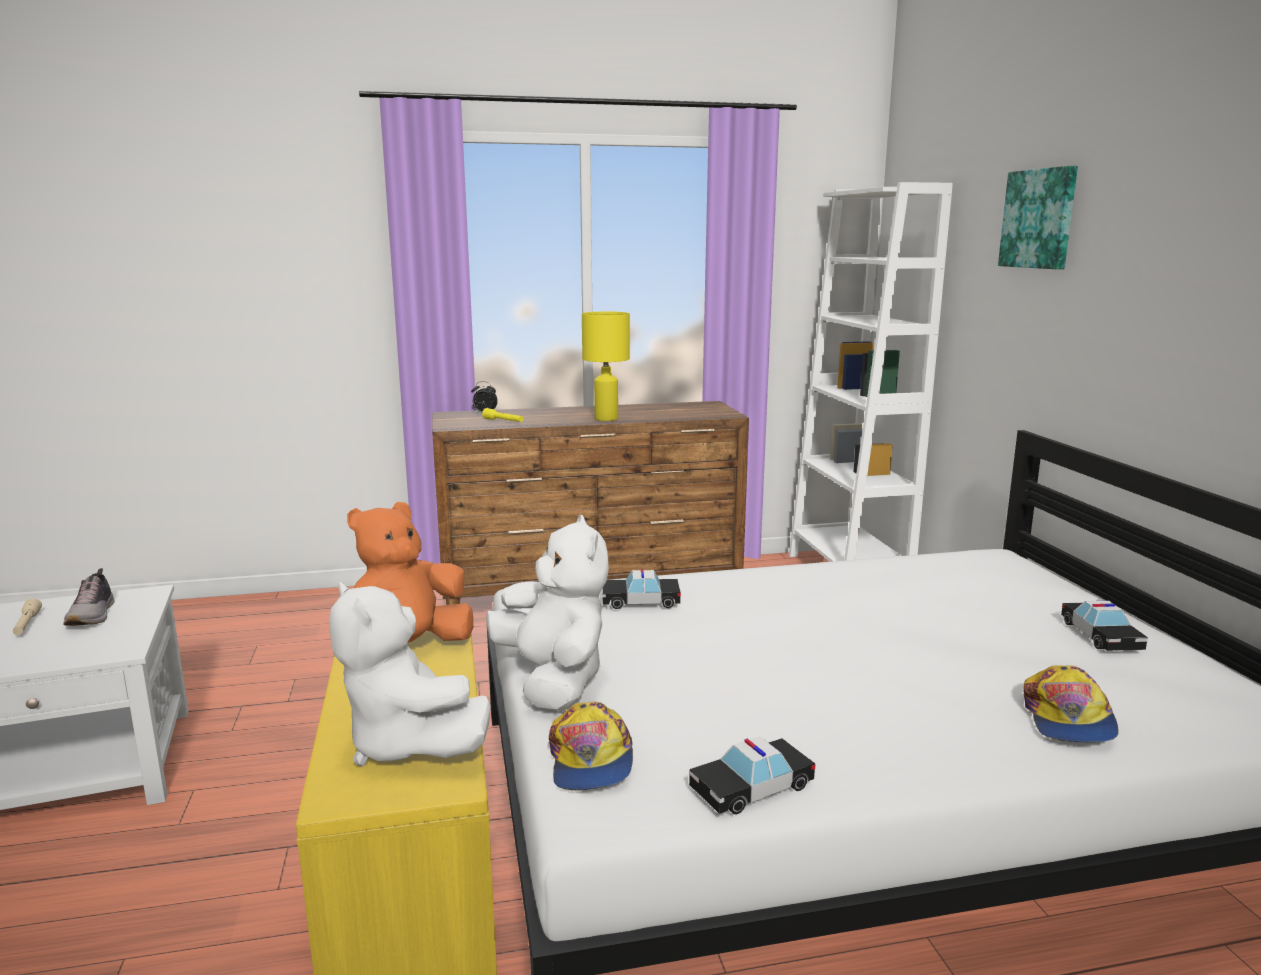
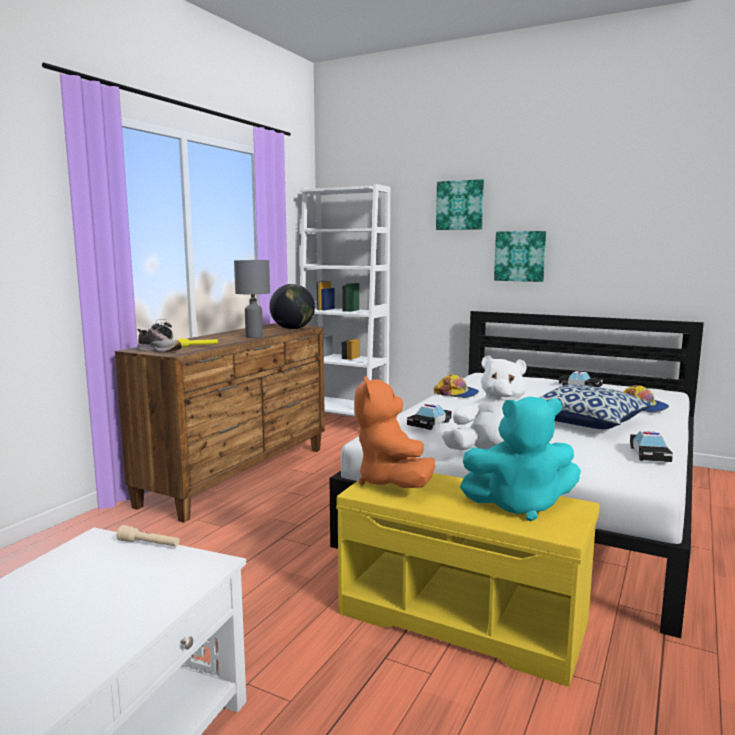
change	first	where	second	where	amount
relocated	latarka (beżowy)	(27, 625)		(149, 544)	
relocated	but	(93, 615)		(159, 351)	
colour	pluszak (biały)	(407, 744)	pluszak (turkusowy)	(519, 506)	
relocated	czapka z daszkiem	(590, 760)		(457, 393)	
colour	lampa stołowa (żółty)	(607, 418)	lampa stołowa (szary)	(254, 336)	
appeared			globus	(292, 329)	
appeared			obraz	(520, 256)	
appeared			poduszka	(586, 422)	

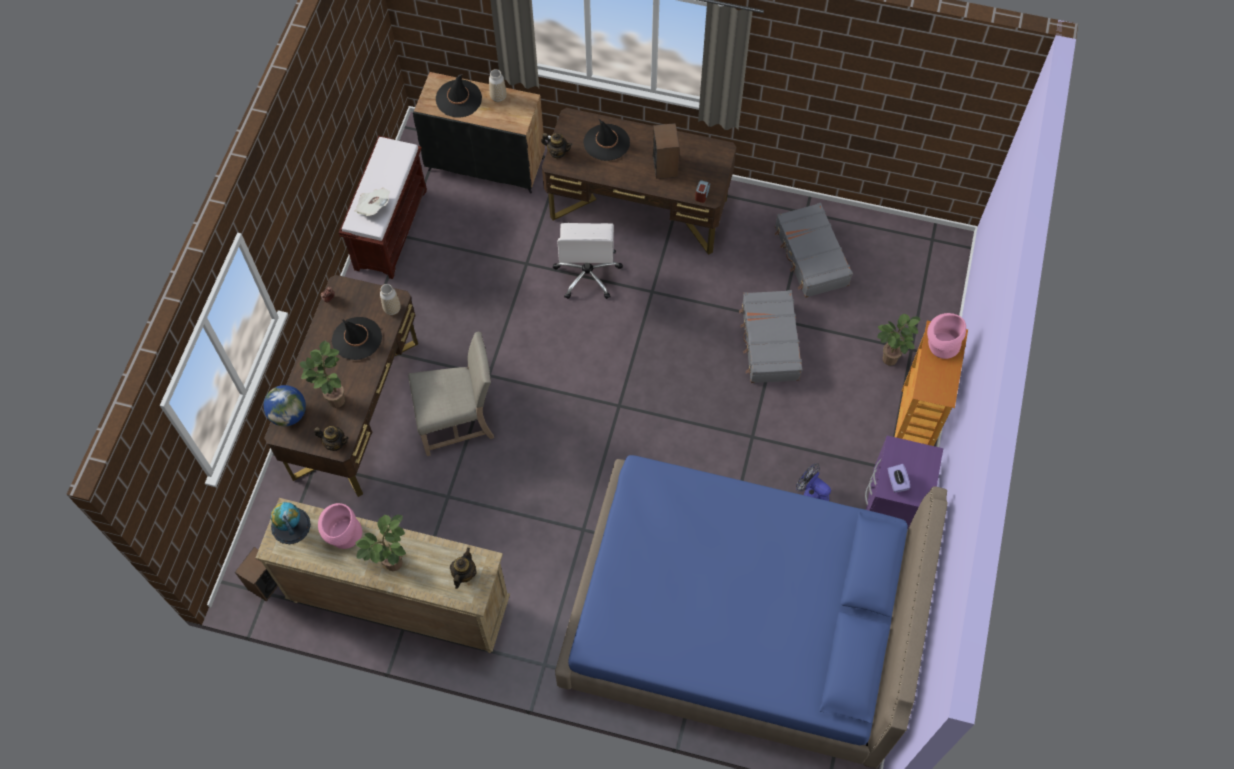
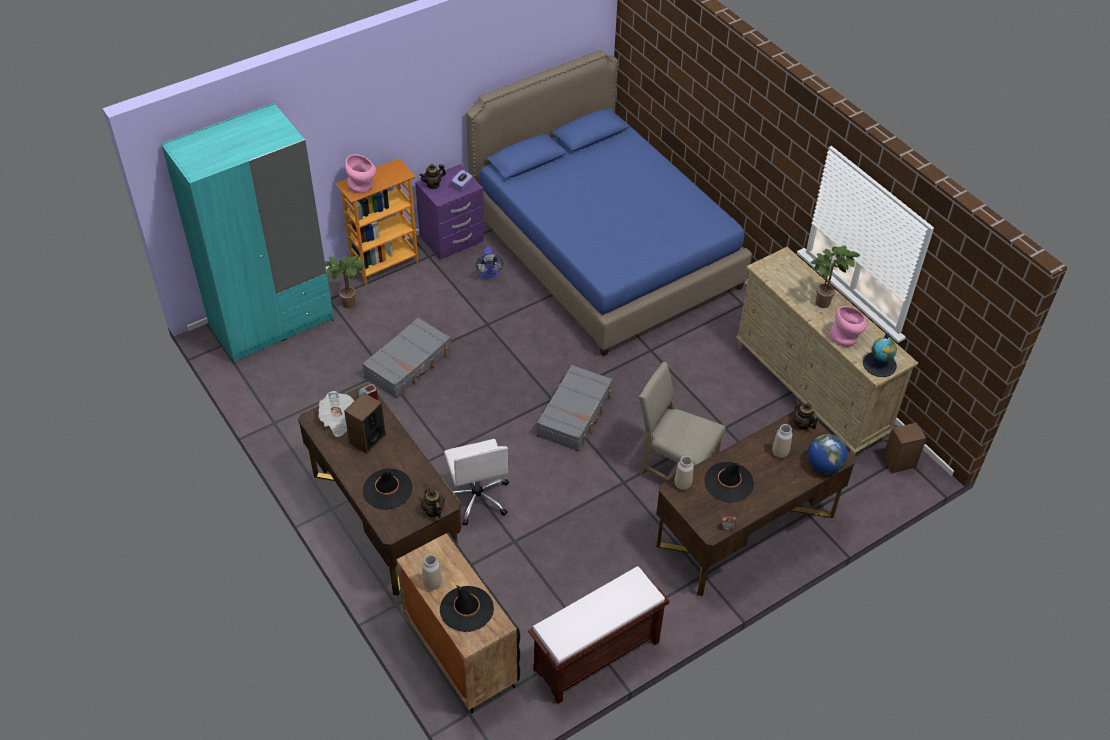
change	first	where	second	where	amount
exchanged	roślina doniczkowa	(334, 398)	wazon	(780, 453)	
relocated	gazeta	(373, 207)		(339, 421)	
relocated	imbryk	(464, 574)		(433, 185)	
spun	krzesło biurowe (biały)	(588, 274)		(477, 498)	120 degrees clockwise
relocated	walizka (szary)	(810, 256)		(575, 414)	
appeared			szafa (turkusowy)	(272, 323)	

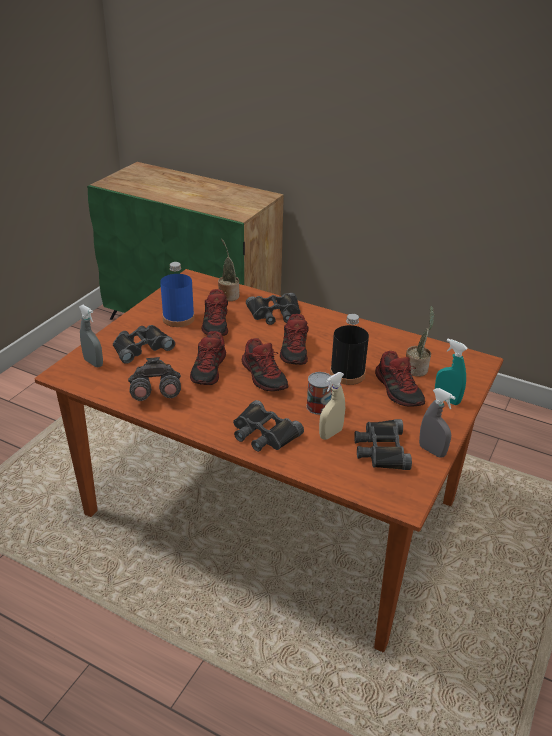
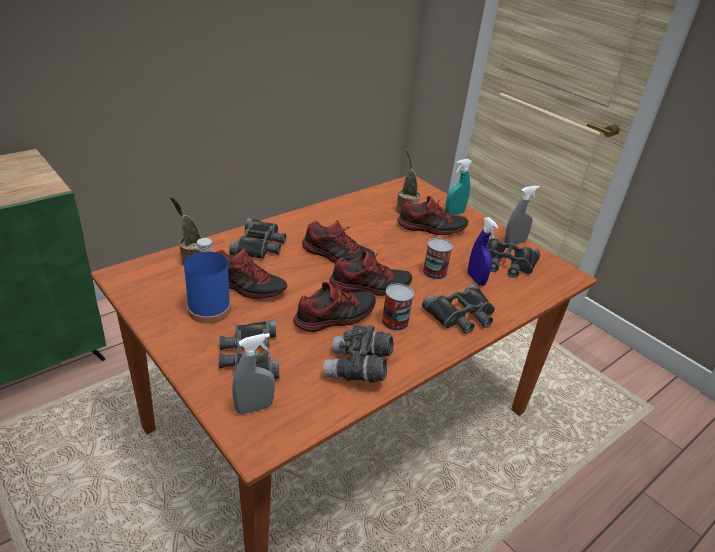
change	first	where	second	where	amount
spun	but	(209, 369)		(334, 317)	60 degrees counterclockwise
colour	spryskiwacz (beżowy)	(330, 434)	spryskiwacz (niebieski)	(476, 279)	
missing	butelka (czarny)	(347, 374)			
appeared			puszka	(395, 322)	

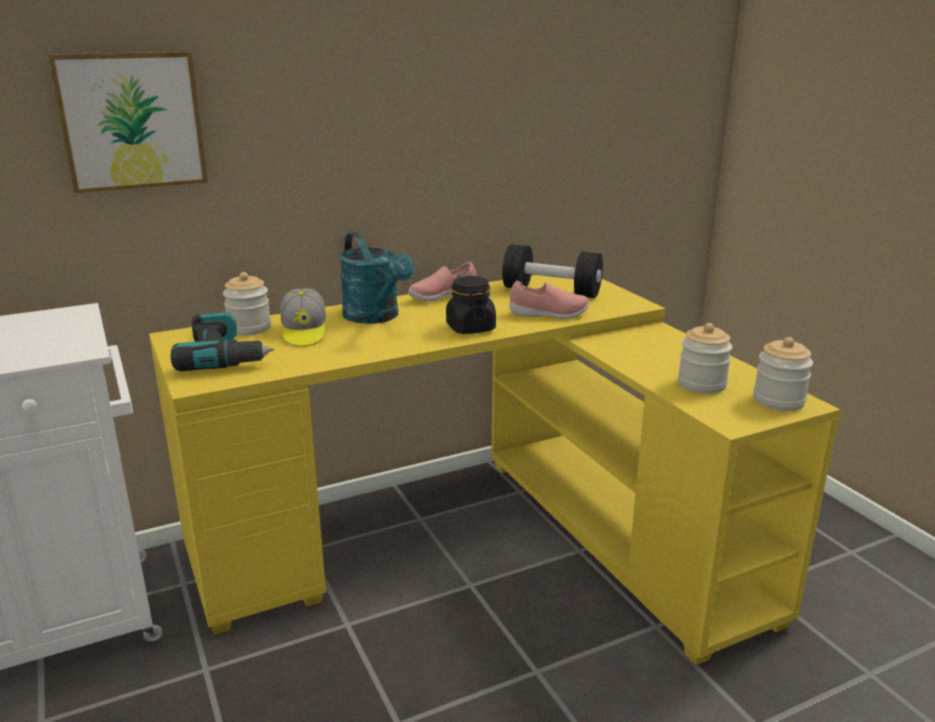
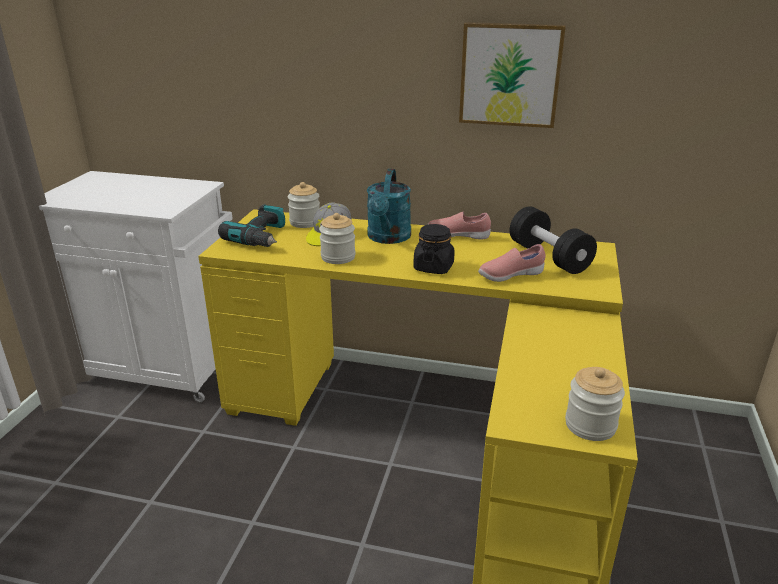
change	first	where	second	where	amount
relocated	obraz	(131, 120)		(510, 74)	
spun	but (różowy)	(548, 314)		(510, 276)	120 degrees clockwise
relocated	słoik	(701, 384)		(338, 257)	

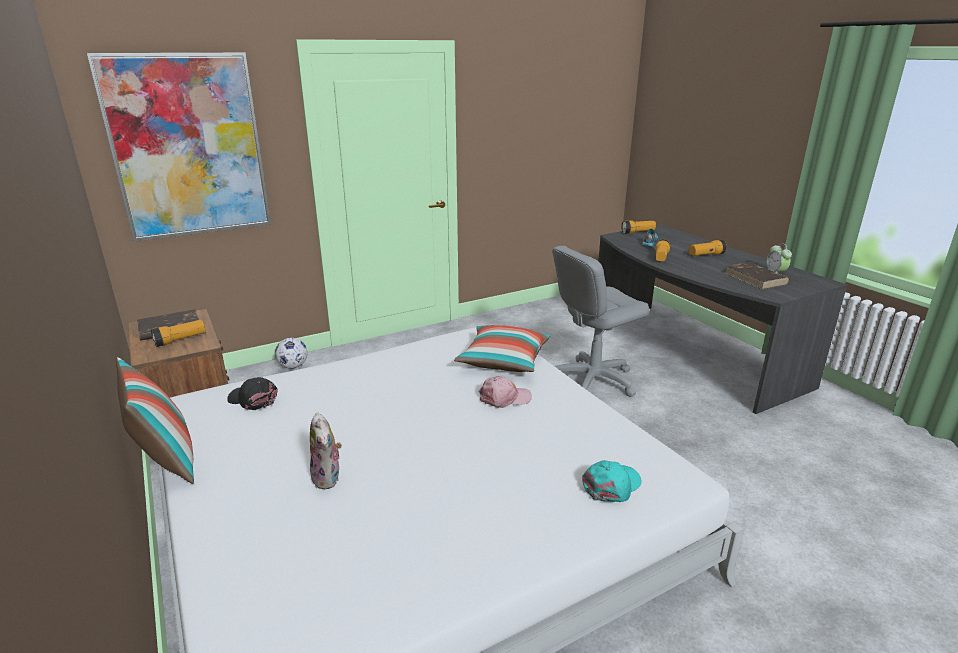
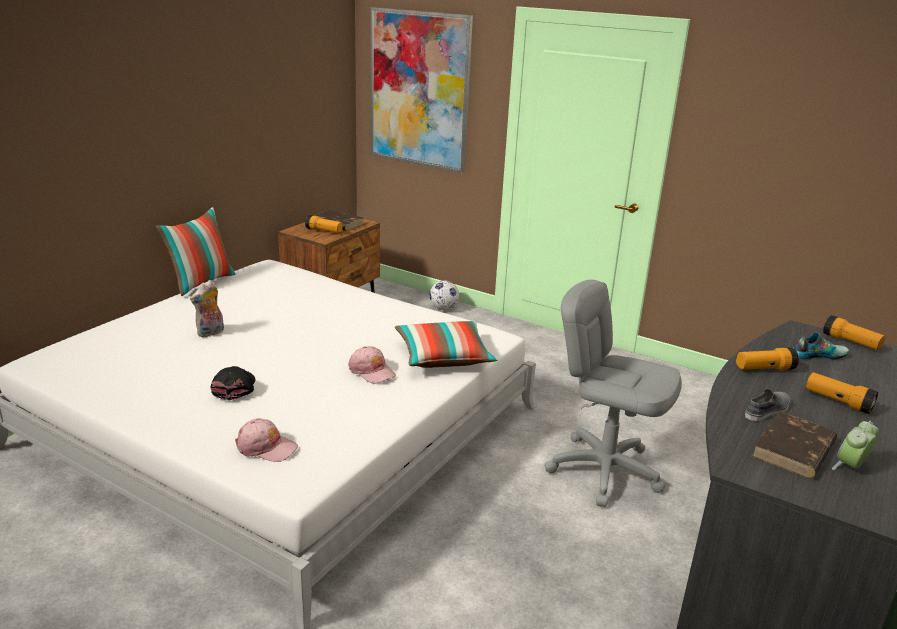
change	first	where	second	where	amount
relocated	czapka z daszkiem (czarny)	(253, 399)		(234, 387)	
colour	czapka z daszkiem (turkusowy)	(612, 485)	czapka z daszkiem (różowy)	(266, 447)	
appeared			but (szary)	(767, 410)	

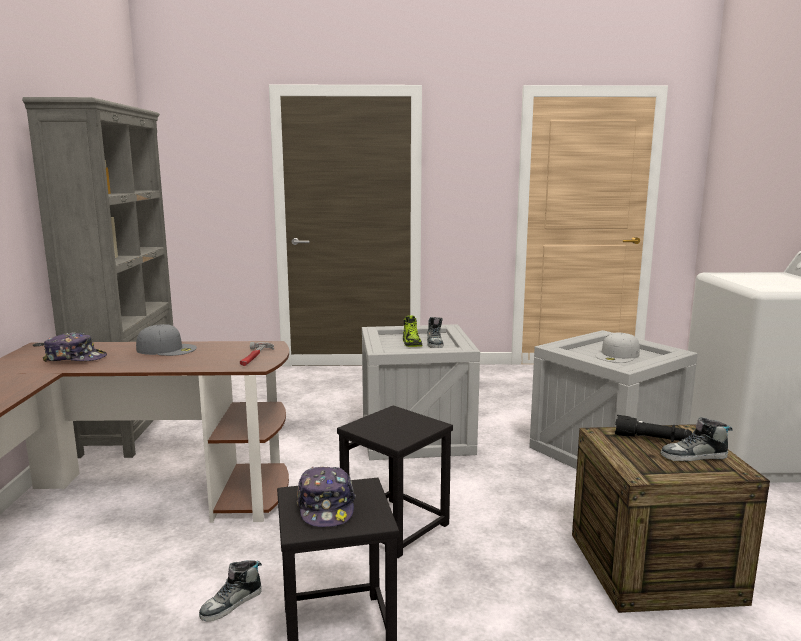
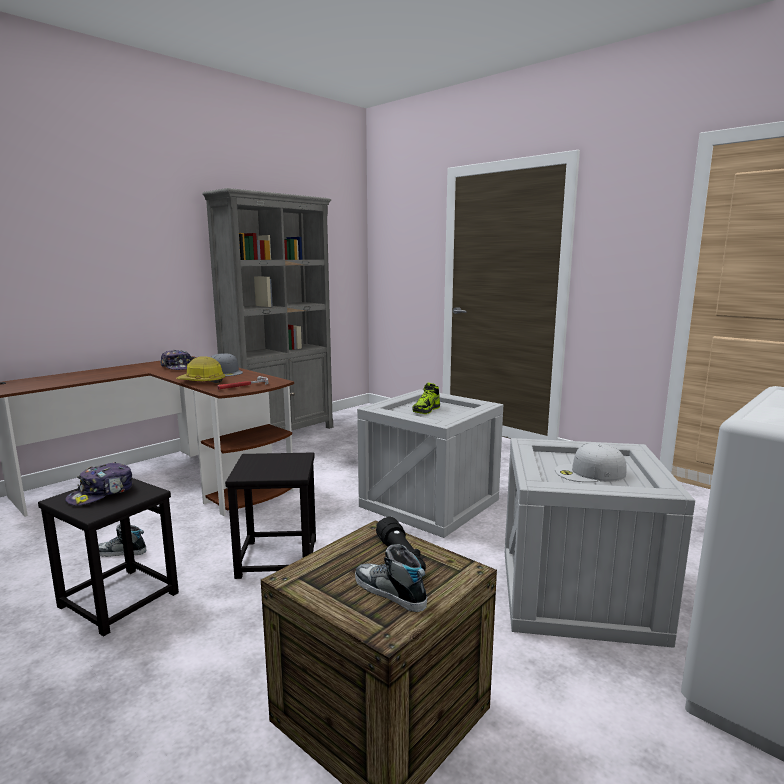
change	first	where	second	where	amount
missing	but	(434, 343)			
appeared			kask	(202, 381)	

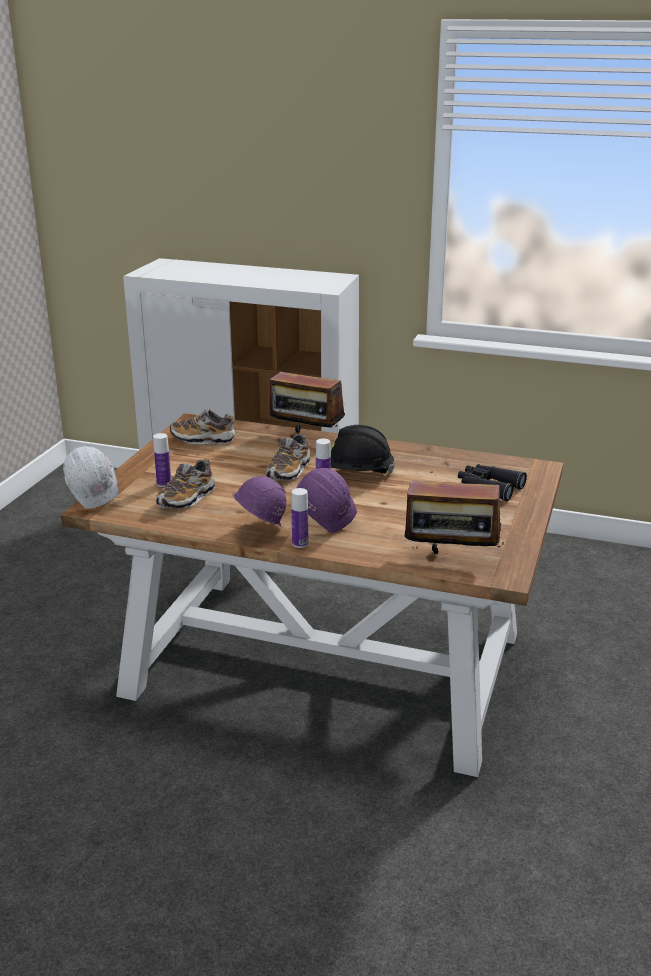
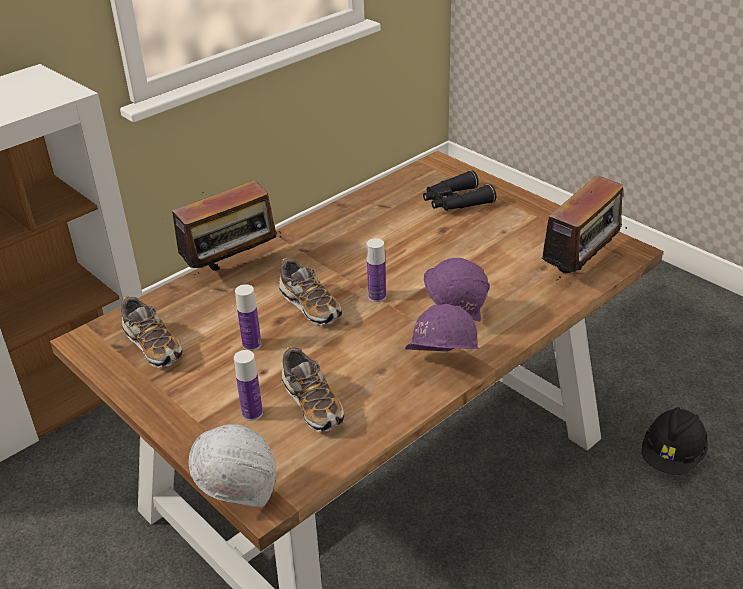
change	first	where	second	where	amount
spun	but	(203, 439)		(153, 346)	75 degrees counterclockwise
relocated	butelka	(300, 544)		(252, 344)	
relocated	kask (czarny)	(356, 473)		(672, 456)	

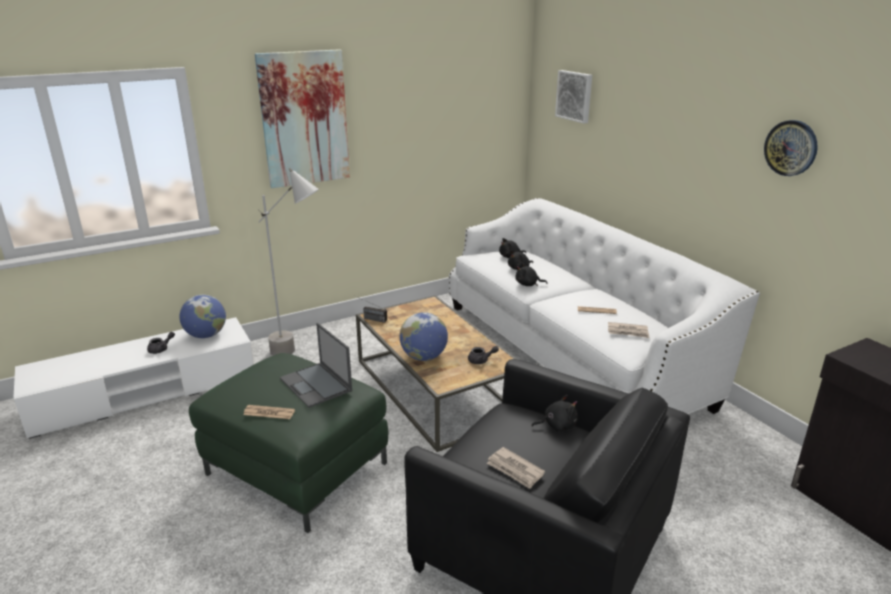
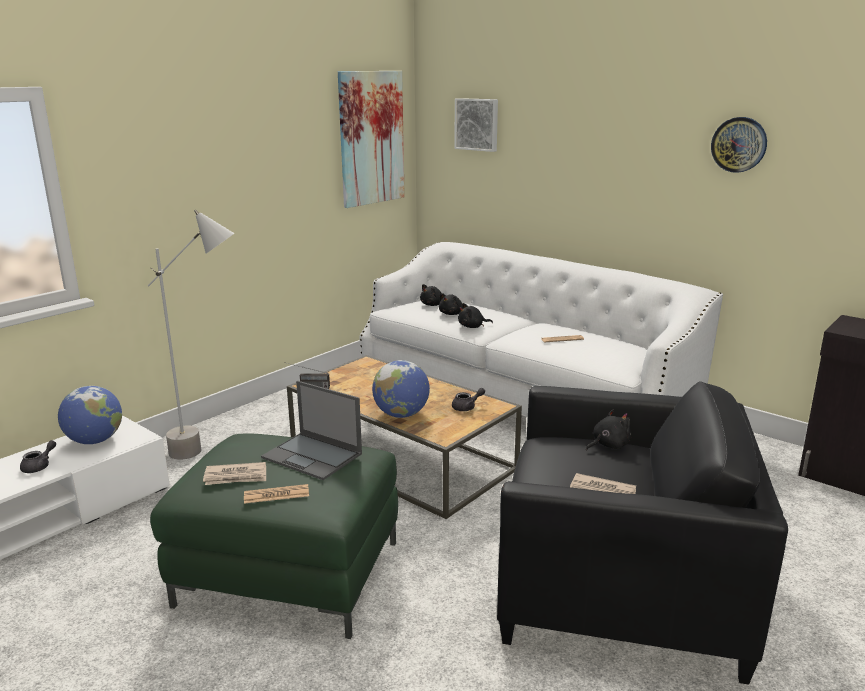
change	first	where	second	where	amount
relocated	obraz	(304, 119)		(371, 138)	
relocated	gazeta	(628, 332)		(236, 476)	

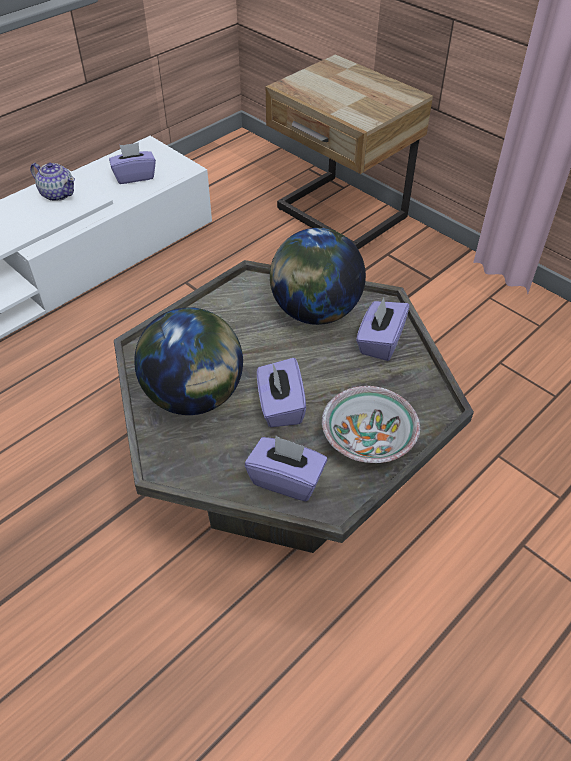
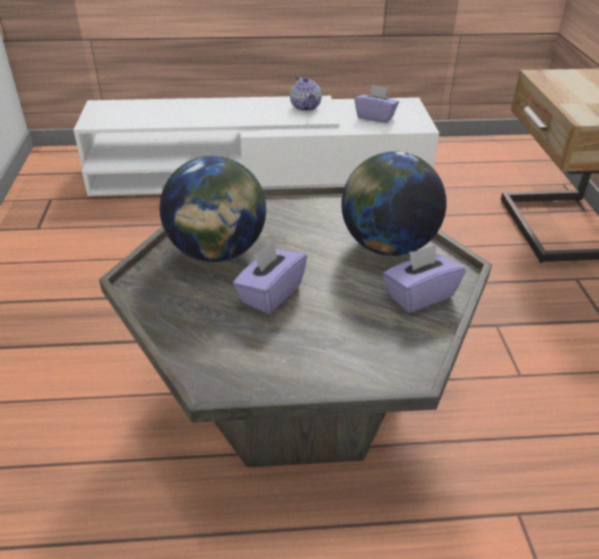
change	first	where	second	where	amount
missing	pudełko chusteczek (fioletowy)	(286, 479)			
missing	miska	(369, 439)			

